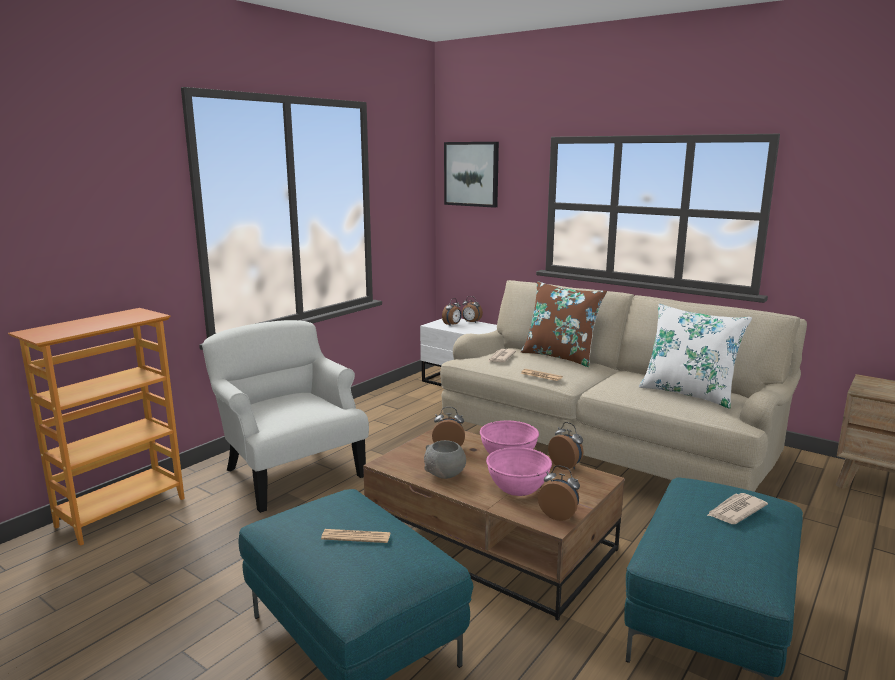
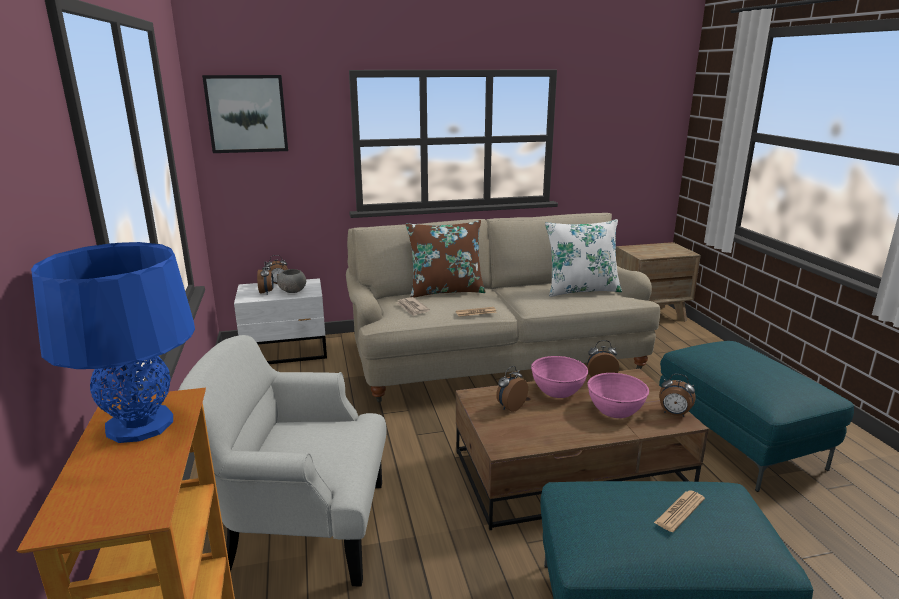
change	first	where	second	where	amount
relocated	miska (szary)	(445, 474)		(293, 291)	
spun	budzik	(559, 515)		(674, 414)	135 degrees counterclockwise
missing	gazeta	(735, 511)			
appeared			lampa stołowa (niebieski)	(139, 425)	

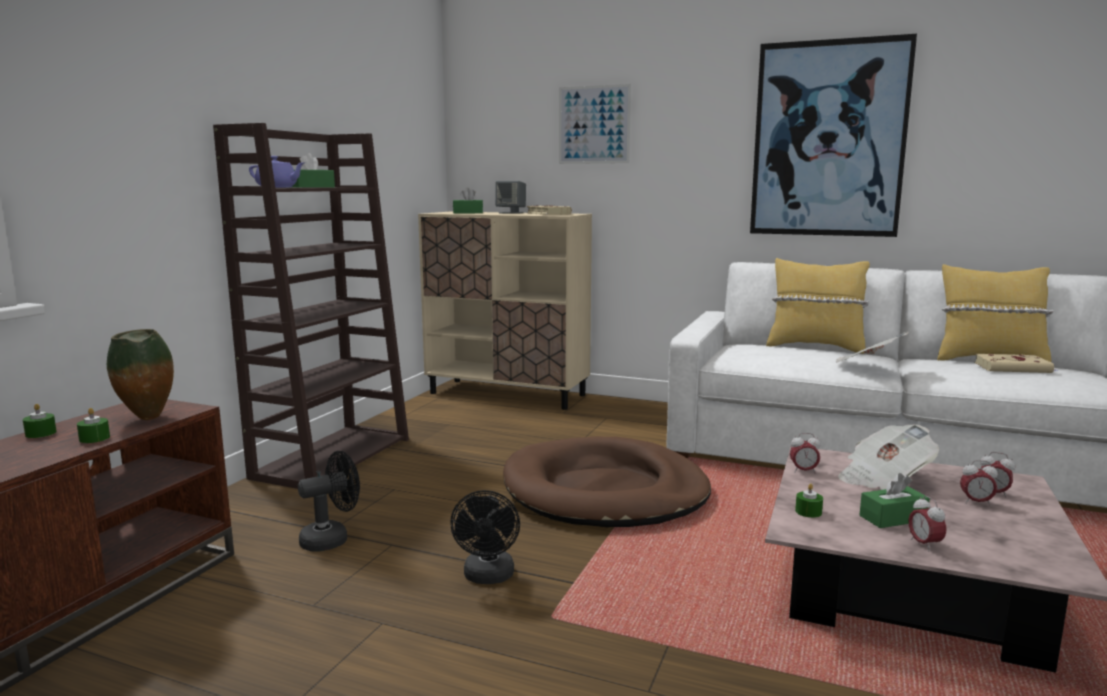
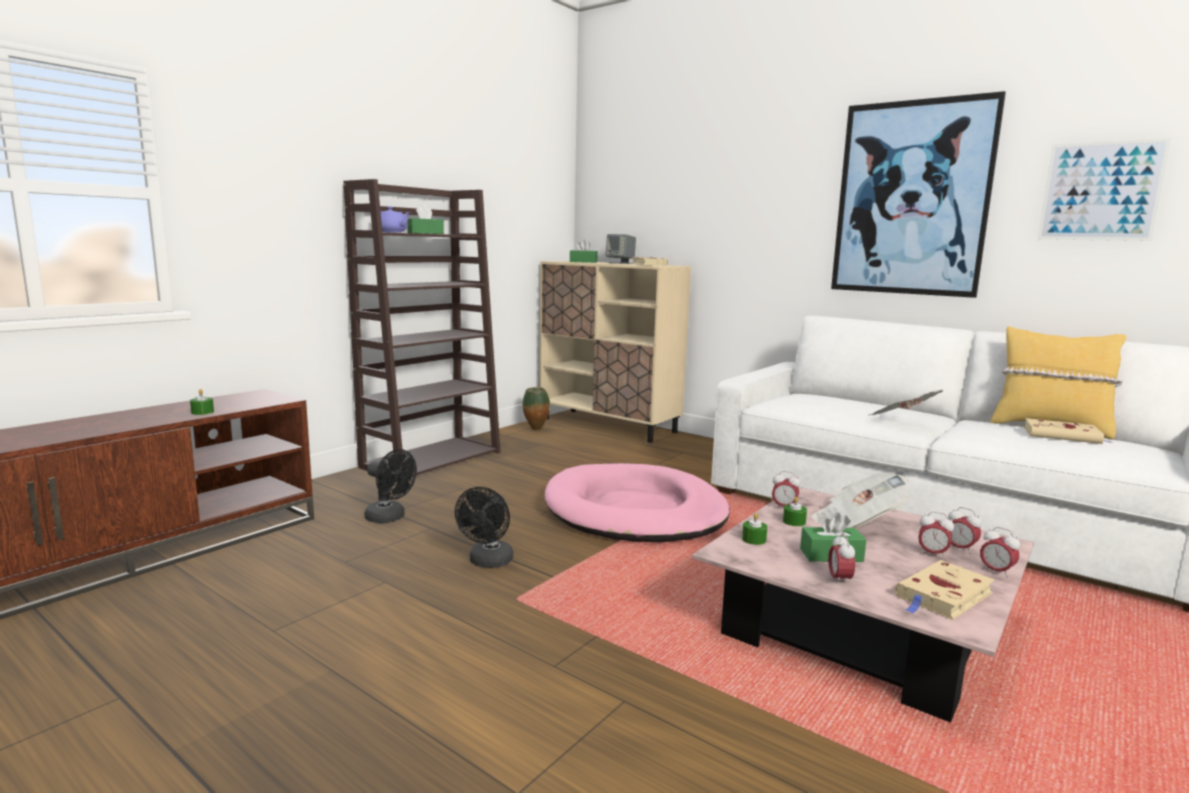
change	first	where	second	where	amount
relocated	świeca (zielony)	(41, 433)		(794, 522)	
relocated	wazon	(148, 419)		(536, 429)	
spun	wentylator (czarny)	(332, 539)		(390, 518)	45 degrees clockwise
colour	legowisko (brązowy)	(605, 491)	legowisko (różowy)	(635, 511)	
relocated	obraz	(594, 125)		(1100, 191)	
missing	poduszka (żółty)	(815, 347)			
appeared			książka (beżowy)	(943, 596)	
appeared			budzik	(996, 572)	

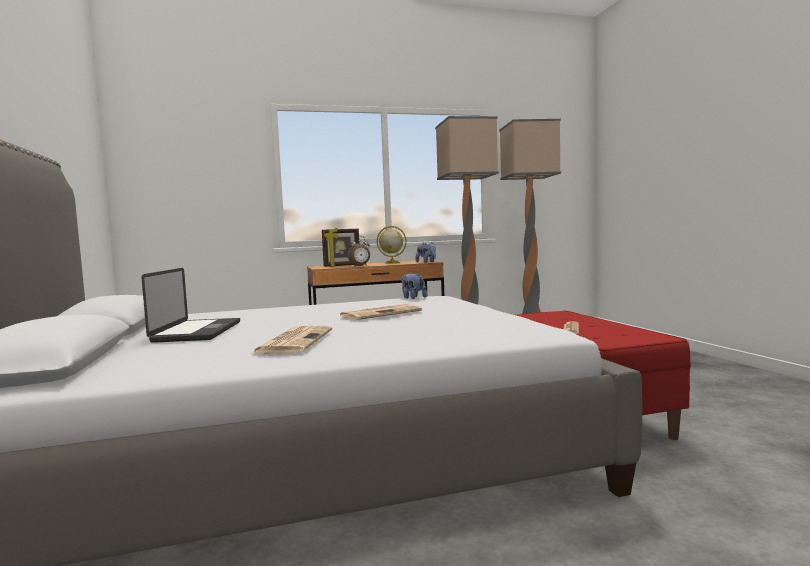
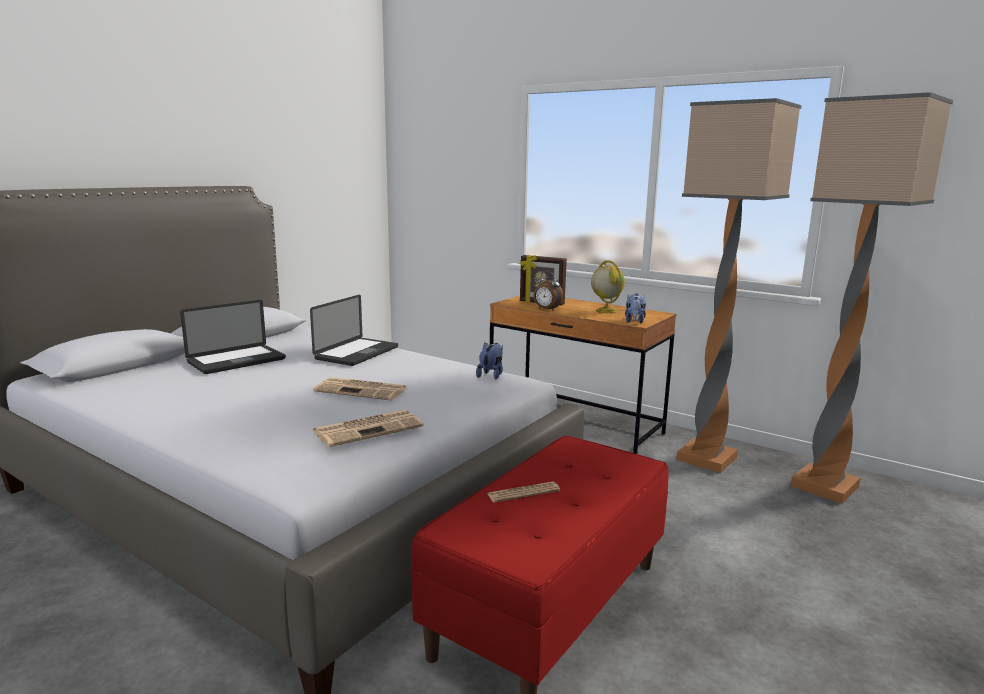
change	first	where	second	where	amount
relocated	gazeta	(294, 341)		(369, 428)	
appeared			laptop	(357, 353)	

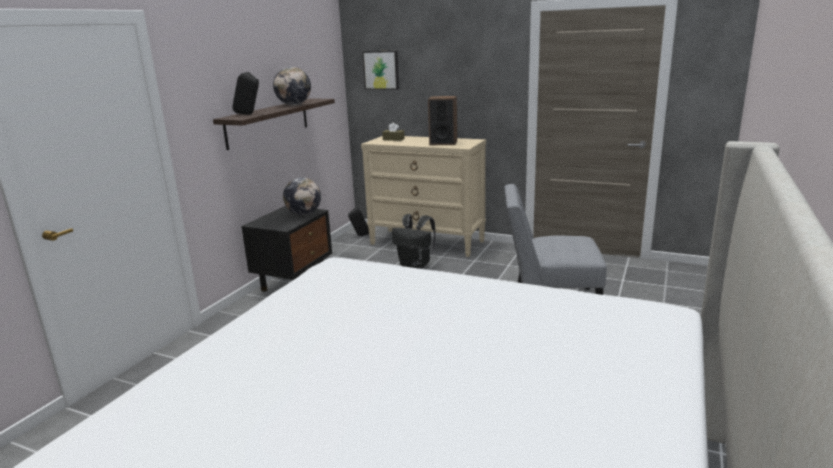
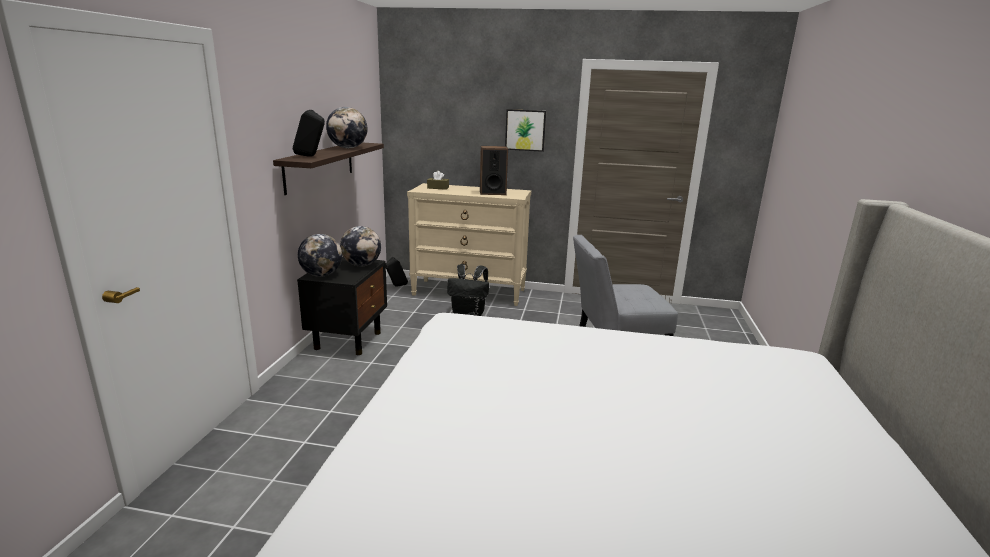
change	first	where	second	where	amount
relocated	obraz	(381, 70)		(525, 130)	
appeared			globus	(321, 275)	

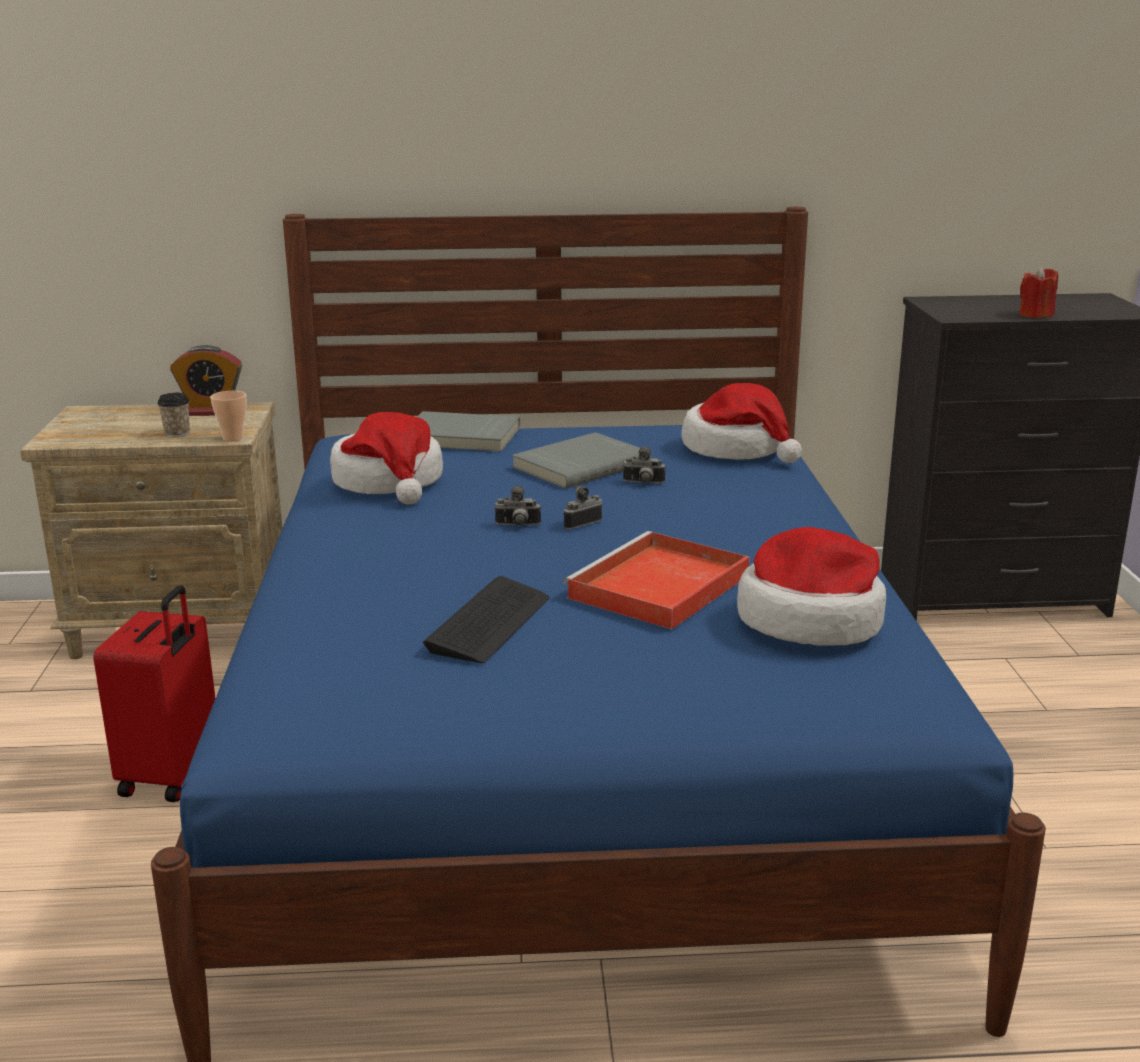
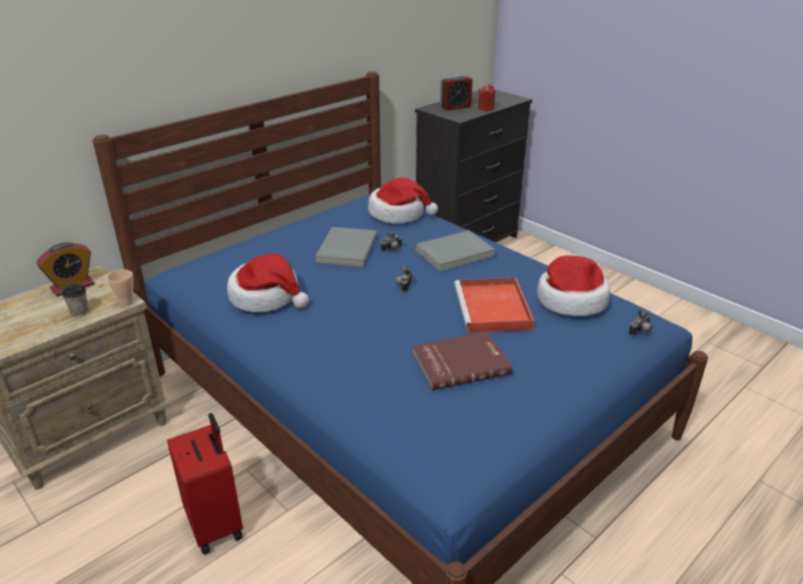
change	first	where	second	where	amount
relocated	książka (szary)	(460, 437)		(455, 253)	
exchanged	klawiatura	(489, 623)	książka (czerwony)	(460, 362)	
relocated	aparat fotograficzny	(517, 526)		(640, 332)	
appeared			budzik	(455, 107)	

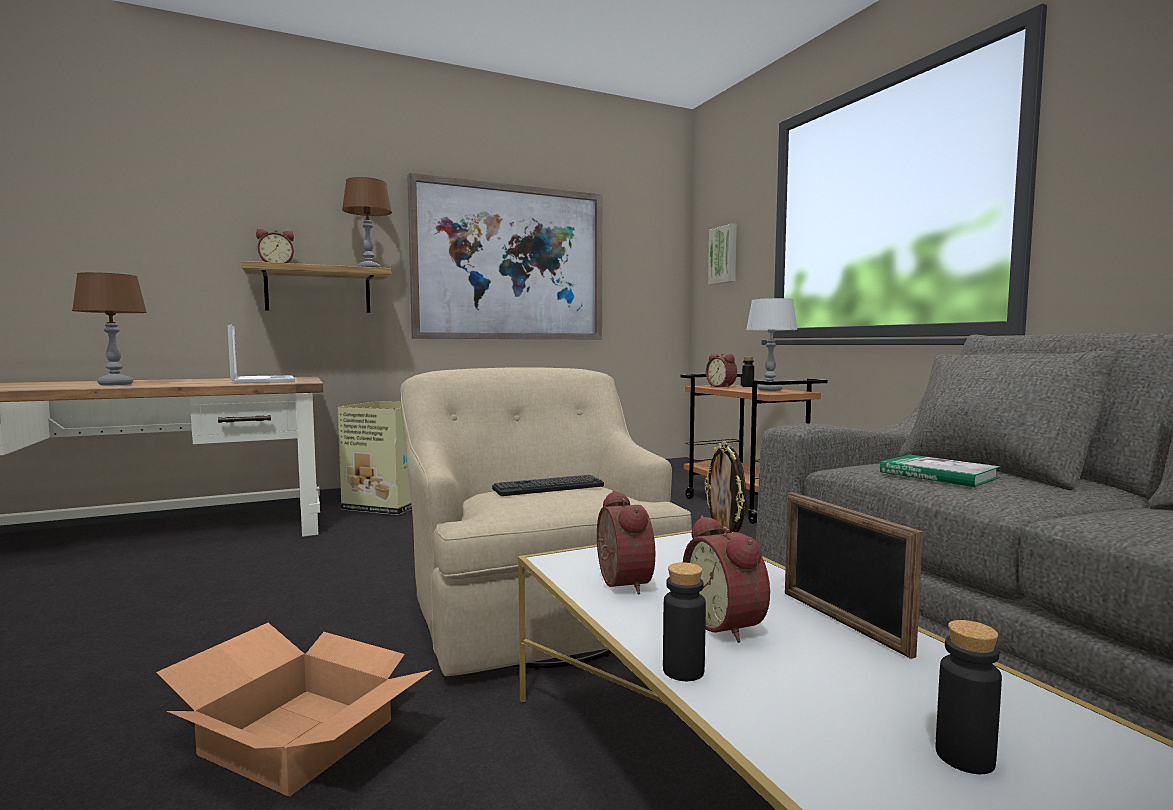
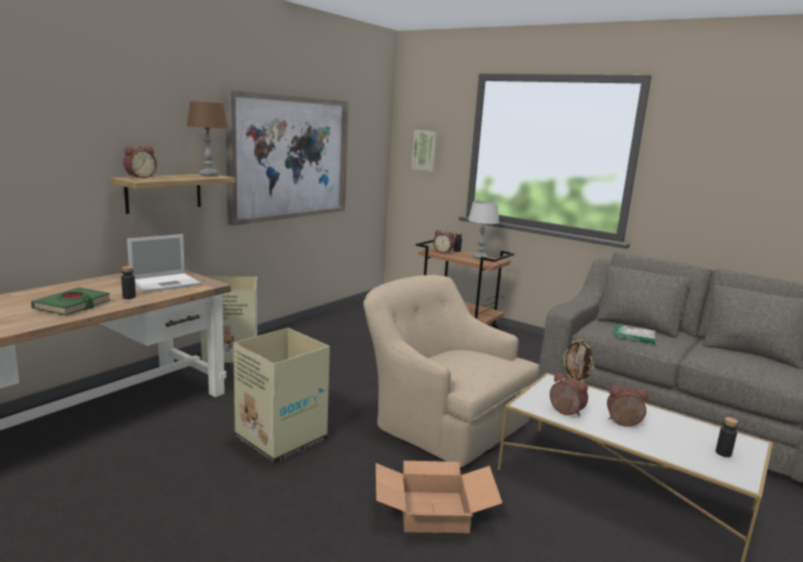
change	first	where	second	where	amount
exchanged	lampa stołowa (brązowy)	(116, 384)	książka (zielony)	(73, 305)	
spun	laptop	(262, 380)		(166, 283)	105 degrees clockwise
missing	klawiatura	(548, 487)			
relocated	butelka (czarny)	(683, 671)		(129, 297)	
spun	budzik	(728, 624)		(623, 423)	150 degrees clockwise
missing	ramka na zdjęcie	(842, 622)			
appeared			karton	(280, 438)	

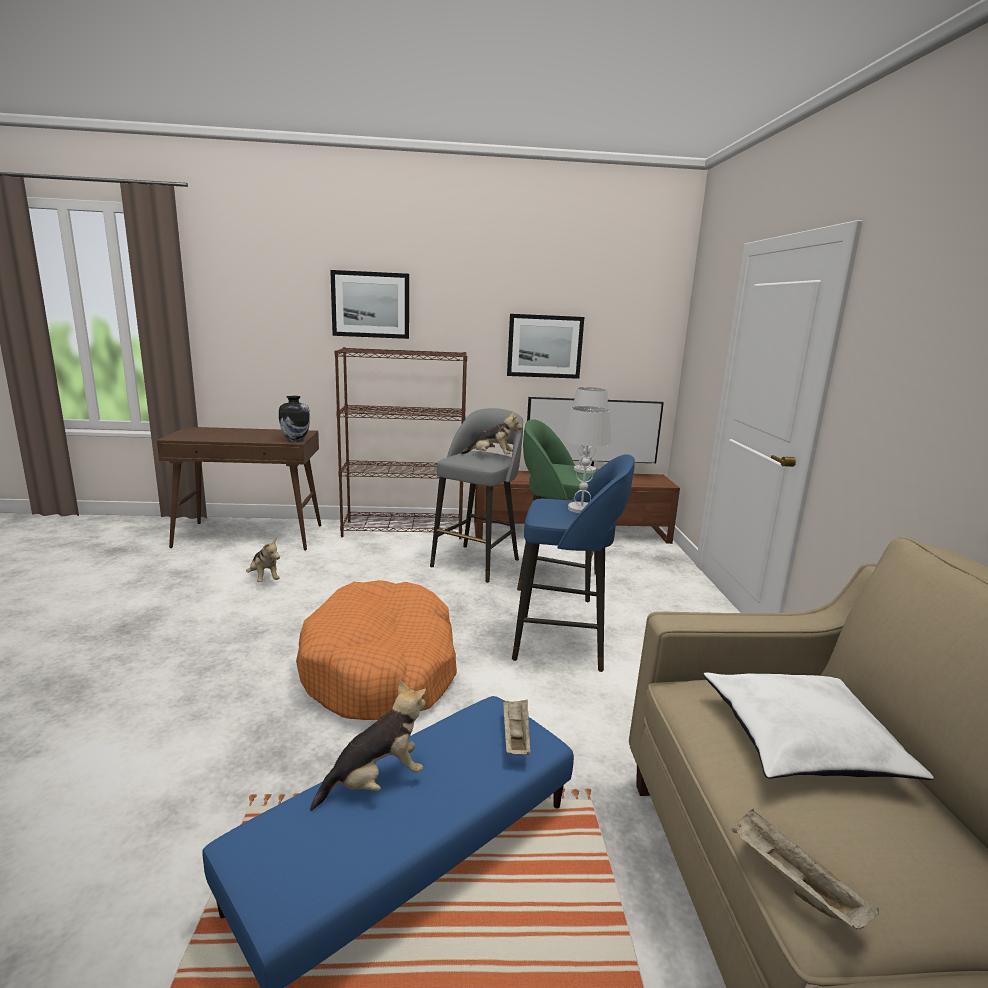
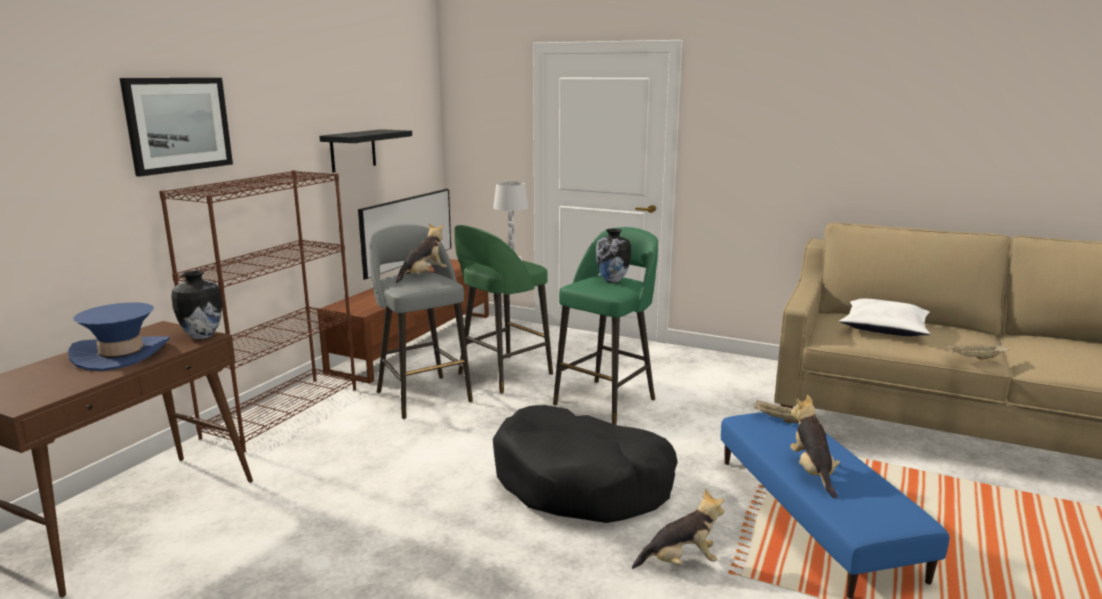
change	first	where	second	where	amount
relocated	pluszak	(264, 578)		(680, 562)	
colour	legowisko (pomarańczowy)	(381, 669)	legowisko (czarny)	(582, 483)	
exchanged	obraz	(544, 346)	półka (czarny)	(353, 150)	
colour	stołek (niebieski)	(563, 644)	stołek (zielony)	(606, 401)	
exchanged	lampa stołowa (biały)	(581, 509)	wazon	(612, 280)	
appeared			kapelusz (niebieski)	(122, 354)	

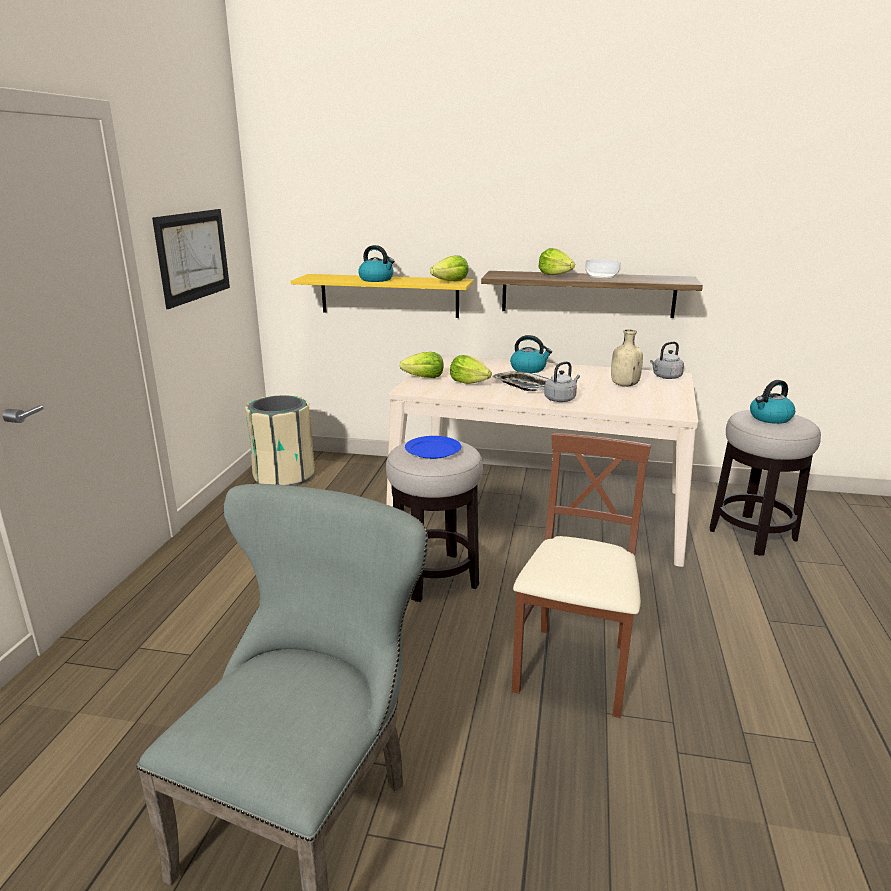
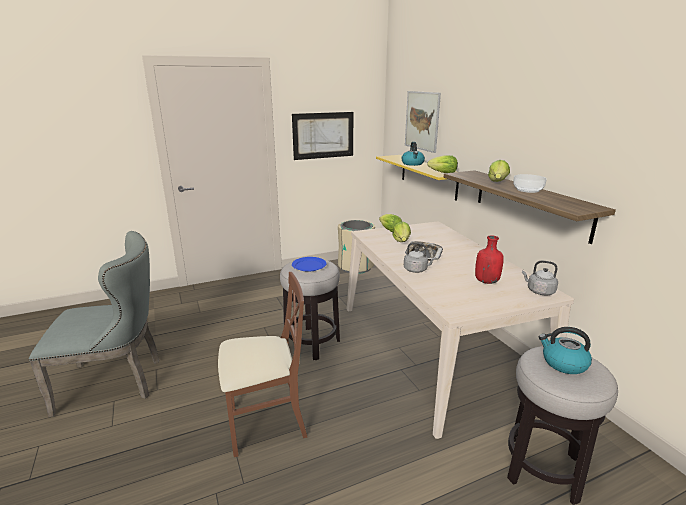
change	first	where	second	where	amount
missing	czajnik	(529, 369)			
colour	butelka (beżowy)	(624, 385)	butelka (czerwony)	(486, 281)	
appeared			obraz	(422, 121)	

